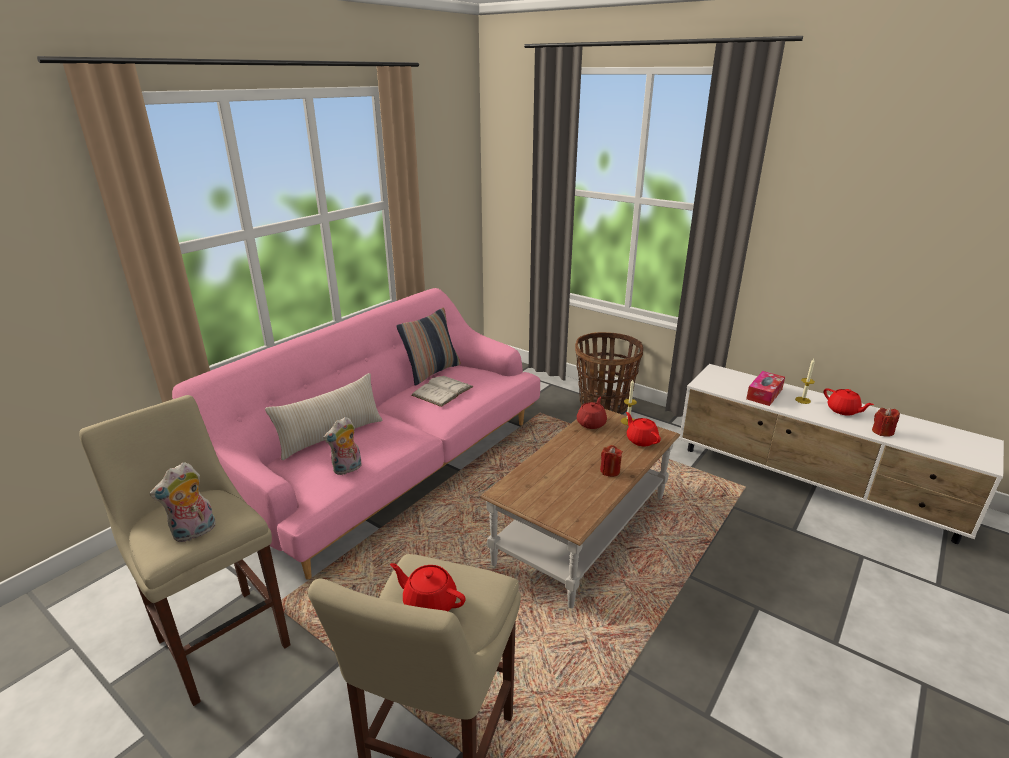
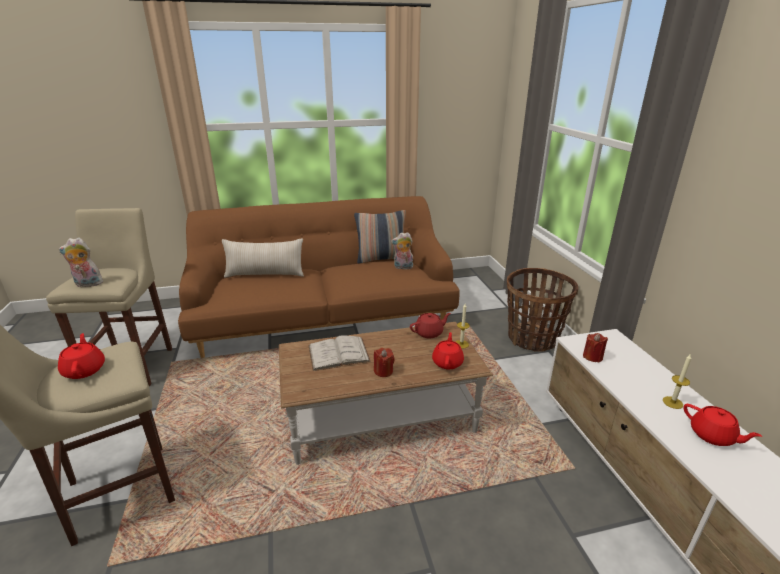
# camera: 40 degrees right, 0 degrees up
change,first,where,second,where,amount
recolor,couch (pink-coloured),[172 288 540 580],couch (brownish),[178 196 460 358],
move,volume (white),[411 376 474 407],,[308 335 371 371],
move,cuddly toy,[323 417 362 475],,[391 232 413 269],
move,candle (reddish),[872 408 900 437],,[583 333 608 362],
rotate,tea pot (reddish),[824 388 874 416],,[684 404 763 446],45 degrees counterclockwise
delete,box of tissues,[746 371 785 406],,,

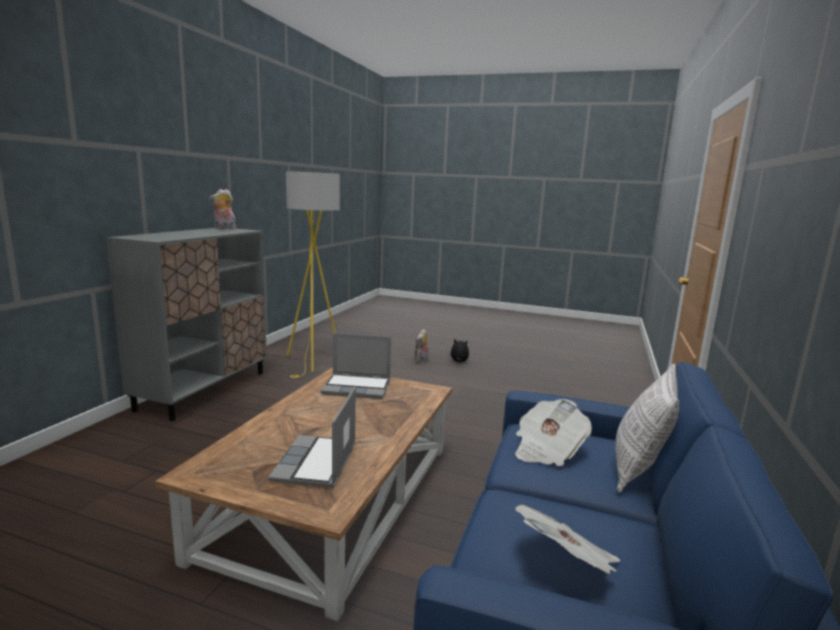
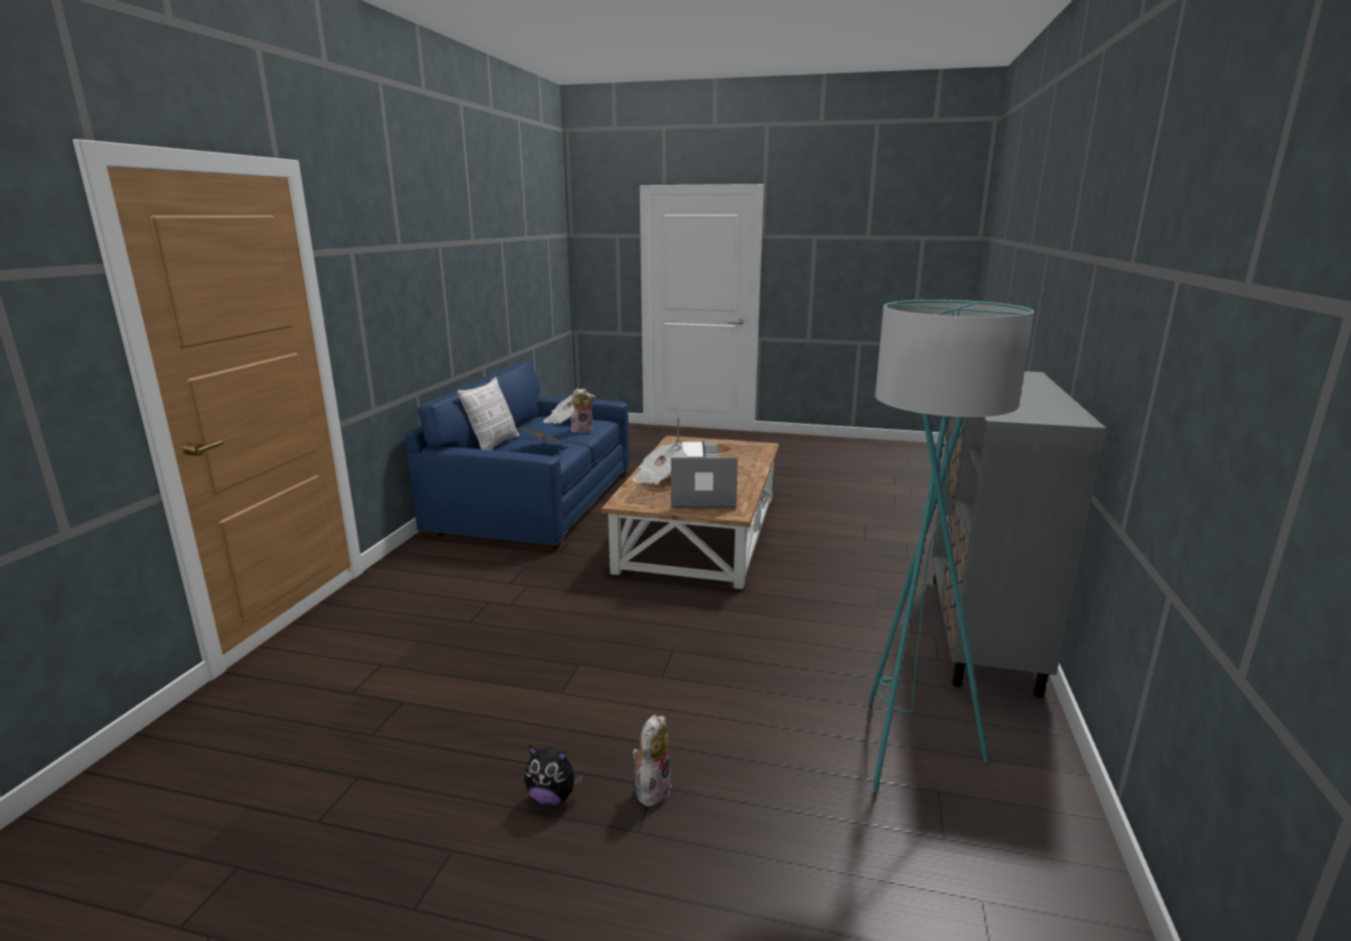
# camera: 175 degrees right, 5 degrees up
change,first,where,second,where,amount
move,cuddly toy,[209 189 236 230],,[571 388 596 433],
insert,,,newspaper,[632 443 687 484],
recolor,standing lamp (yellowish),[286 171 340 378],standing lamp (turquoise-coloured),[868 300 1034 791],

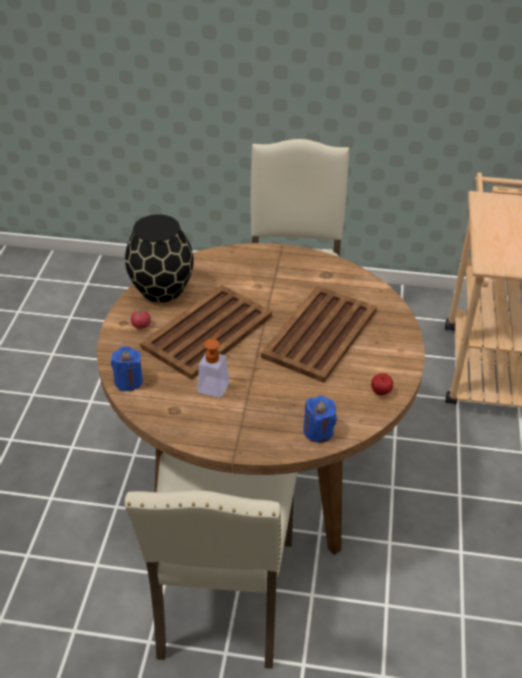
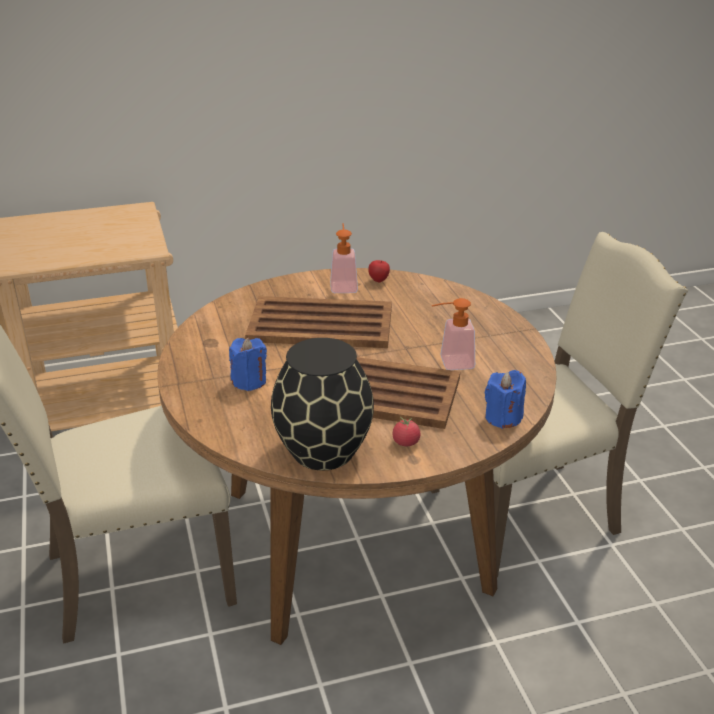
# camera: 115 degrees left, 10 degrees down
change,first,where,second,where,amount
move,candle (blue),[303 395 337 443],,[229 338 267 391],
insert,,,soap bottle,[330 223 358 293],

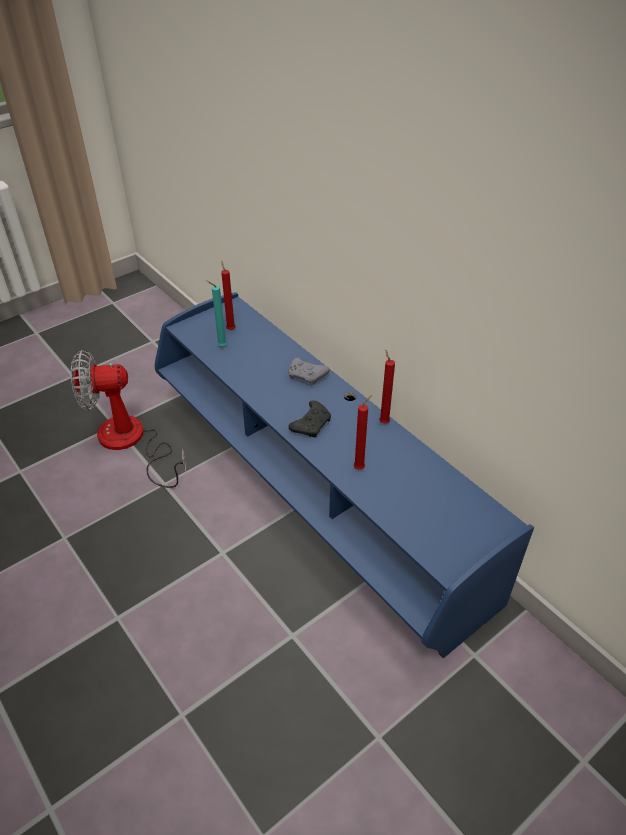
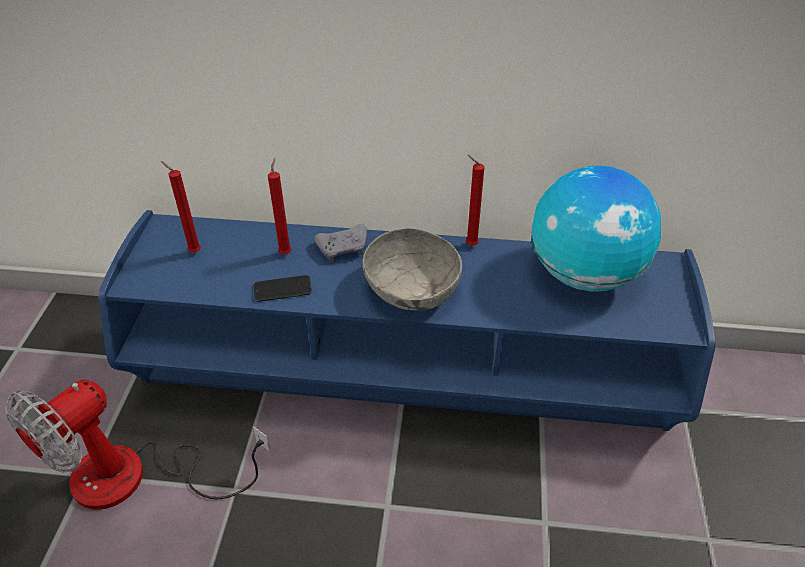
# camera: 45 degrees left, 0 degrees up
change,first,where,second,where,amount
insert,,,telephone,[254 275 312 302],
move,candle (reddish),[354 395 372 470],,[268 158 292 254],
replace,joypad (black),[288 400 331 437],bowl (gray),[362 228 462 311],
insert,,,world globe,[531 166 661 292],
delete,candle (turquoise-coloured),[206 280 227 347],,,

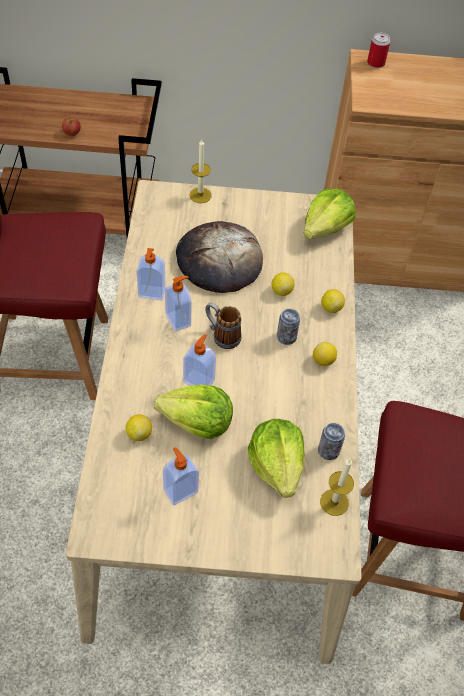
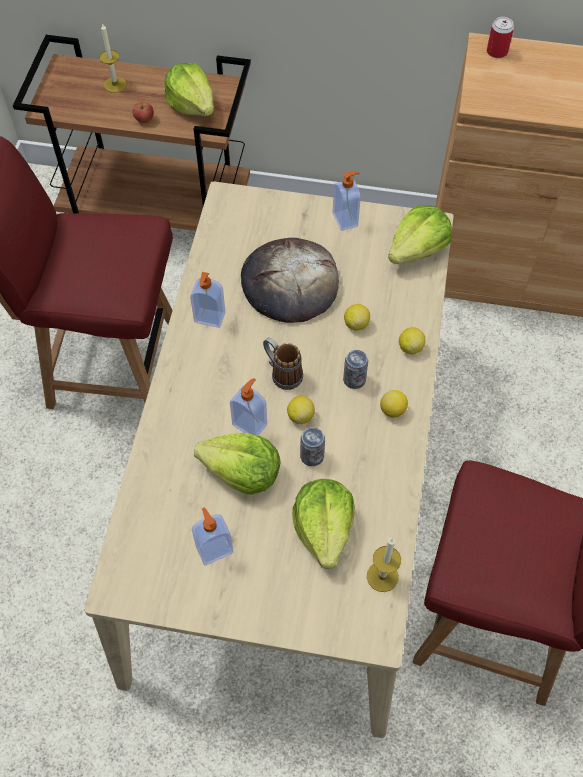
# camera: 10 degrees right, 5 degrees up
change,first,where,second,where,amount
move,candle,[190 139 211 203],,[100 23 127 93],
insert,,,lettuce head,[165 63 214 116],
move,lemon,[125 414 152 441],,[287 396 315 424],
move,metal can,[318 423 345 460],,[300 427 325 466],
move,soap bottle,[165 276 192 332],,[332 171 361 231],

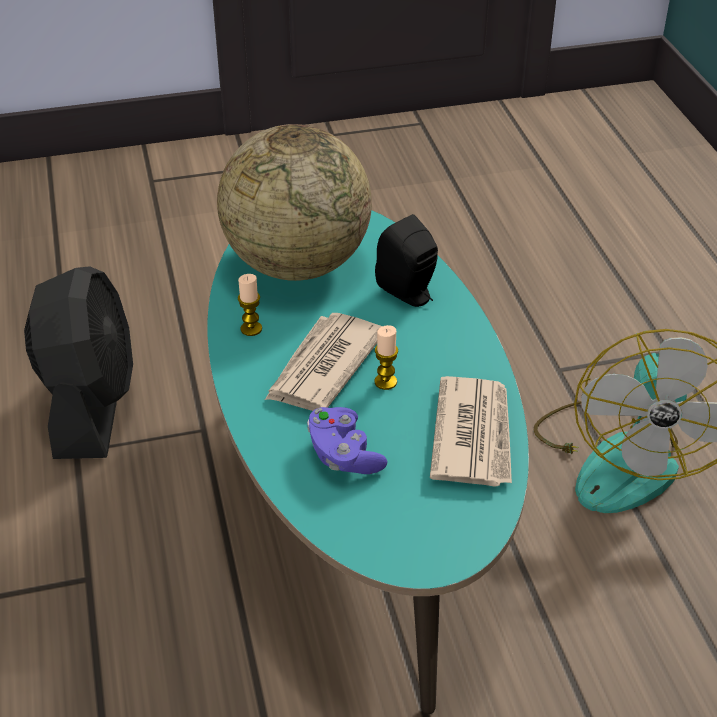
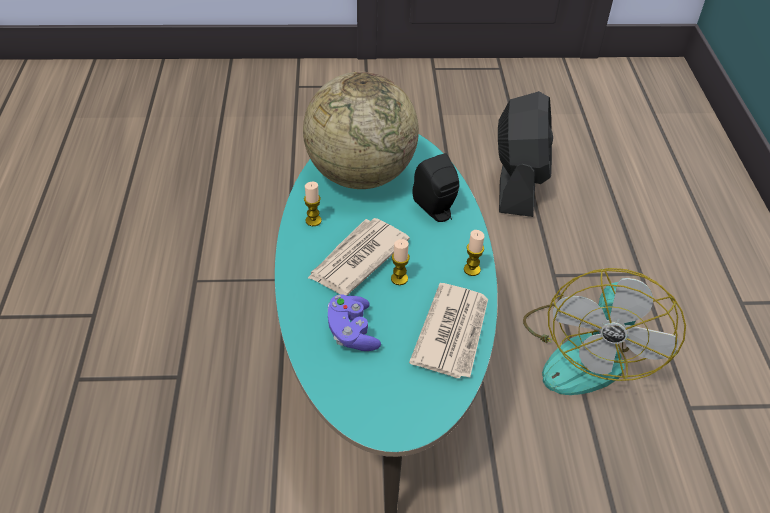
# camera: 10 degrees right, 5 degrees up
change,first,where,second,where,amount
insert,,,candle,[464 230 484 276],
move,fan (black),[24 266 133 459],,[498 91 553 217],

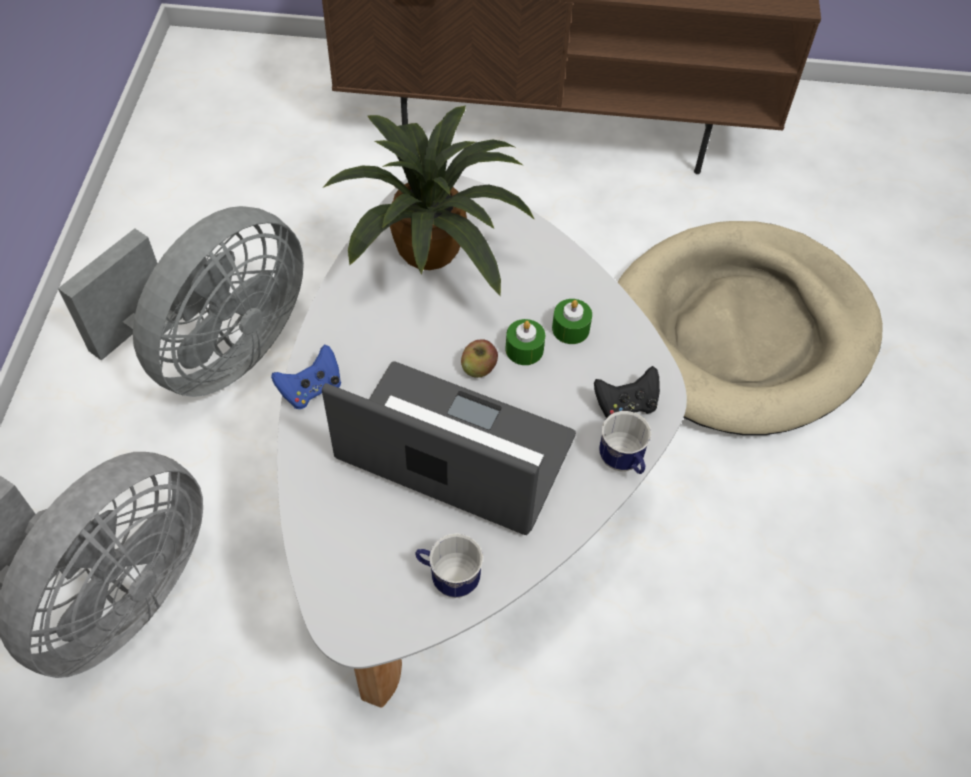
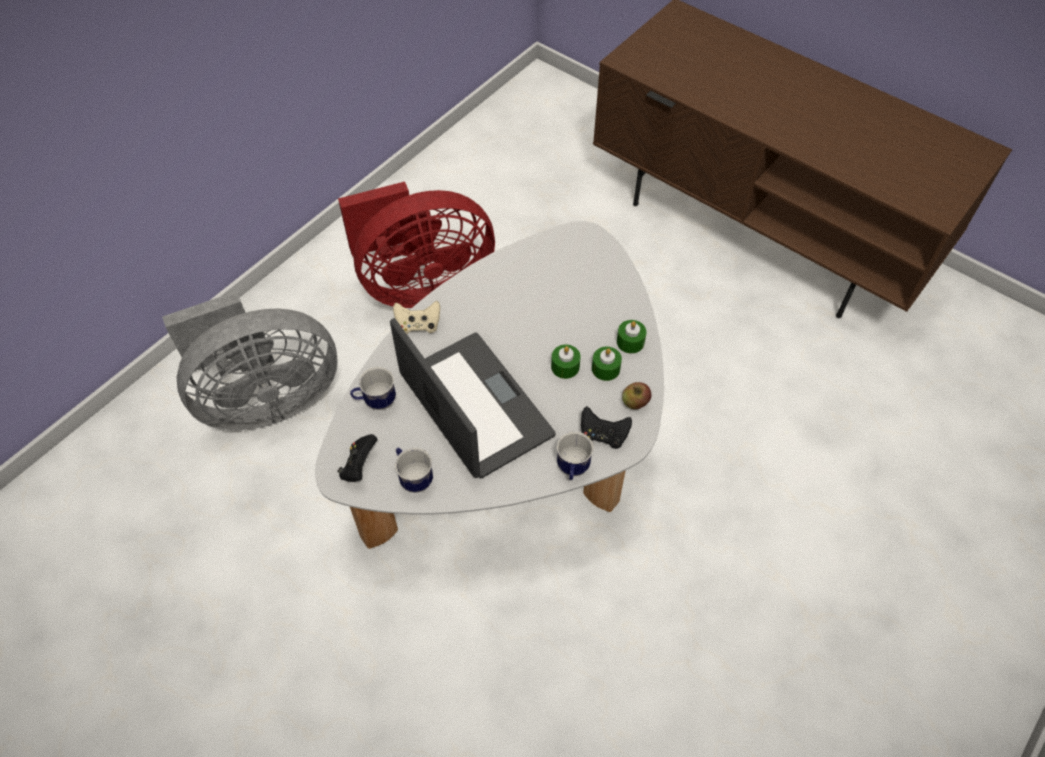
# camera: 35 degrees right, 0 degrees up
change,first,where,second,where,amount
recolor,fan (gray),[58 206 304 397],fan (reddish),[338 182 495 308],
insert,,,joypad (black),[338 434 378 482],
insert,,,coffee mug,[350 367 396 410],
recolor,joypad (blue),[271 345 341 409],joypad (beige-coloured),[393 301 440 334],
insert,,,candle (green-coloured),[617 320 647 354],
move,apple fruit,[461 339 498 378],,[622 382 651 409],
delete,houseplant,[323 106 535 296],,,
delete,pet bed (beige-coloured),[618 221 883 435],,,

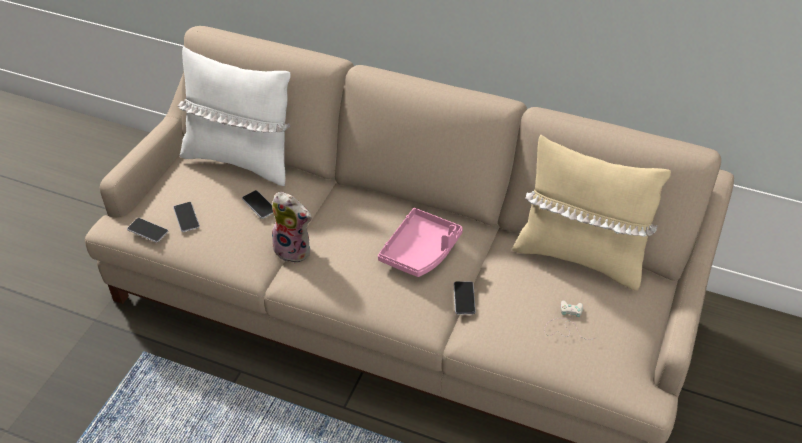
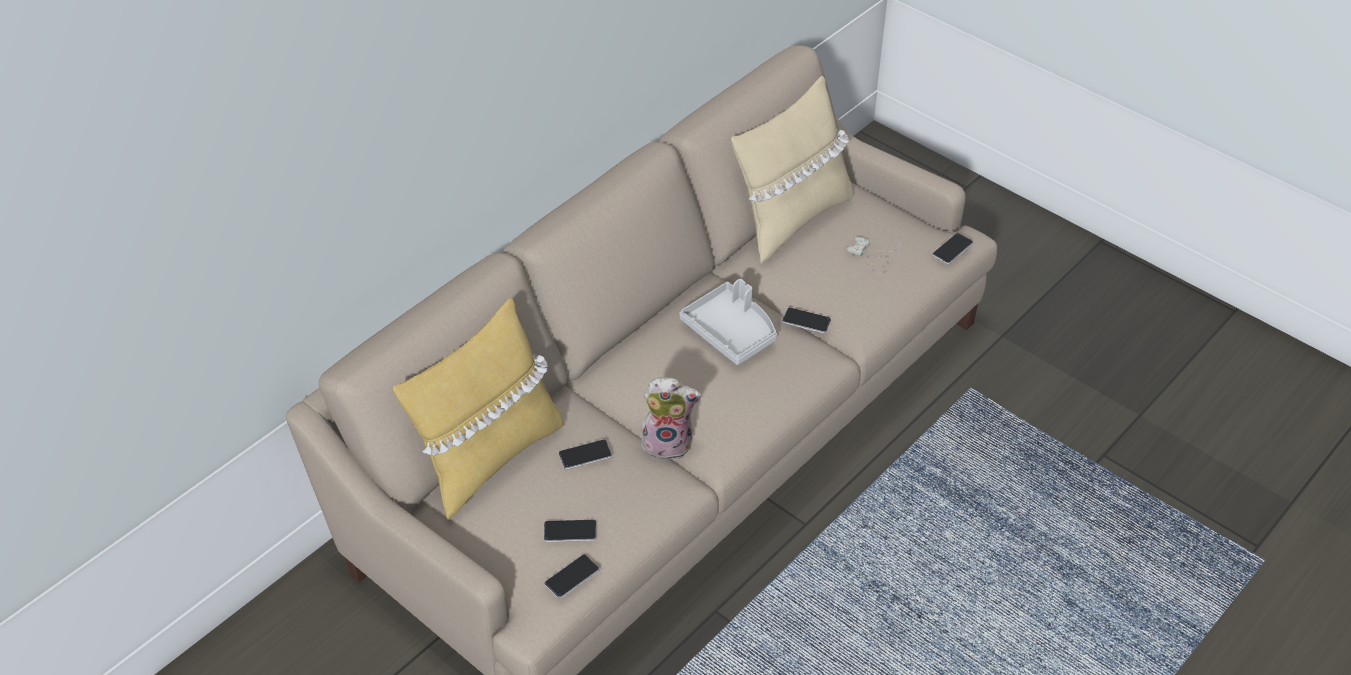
# camera: 70 degrees left, 0 degrees up
change,first,where,second,where,amount
recolor,pillow (white),[178 47 291 186],pillow (yellowish),[393 298 564 519],
rotate,cuddly toy,[272 192 312 264],,[641 377 702 460],45 degrees clockwise
recolor,serving tray (pink-coloured),[378 208 463 277],serving tray (gray),[679 279 777 365],
insert,,,telephone,[932 233 973 264],

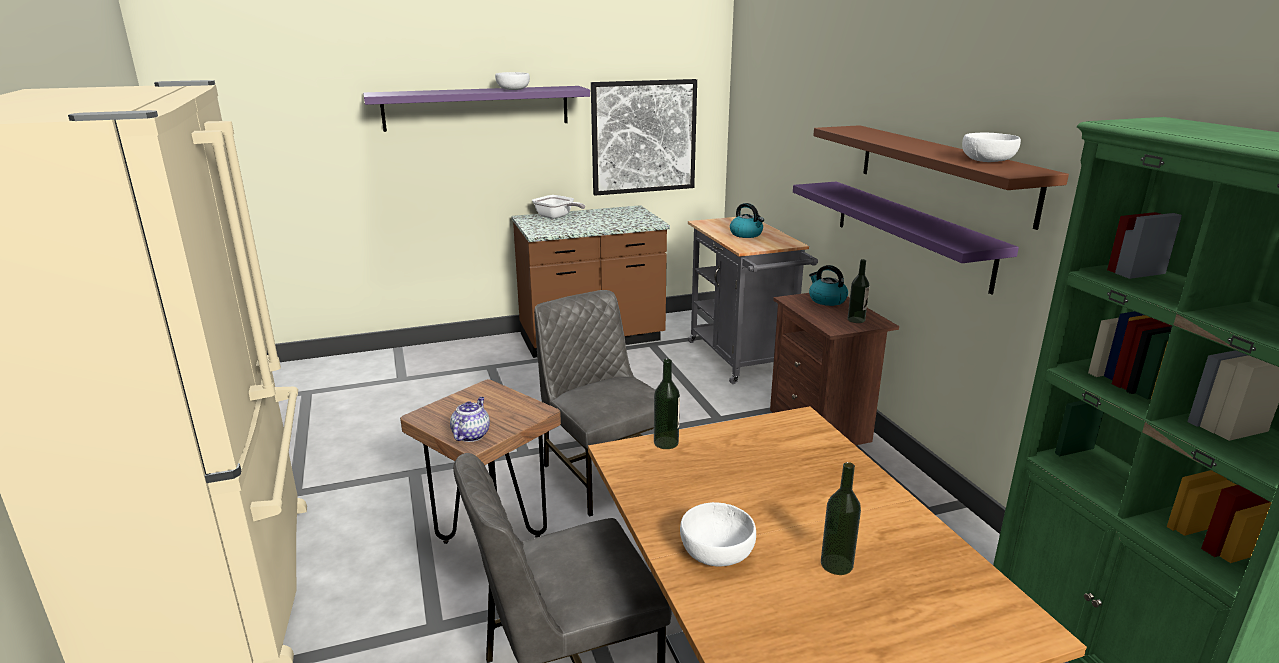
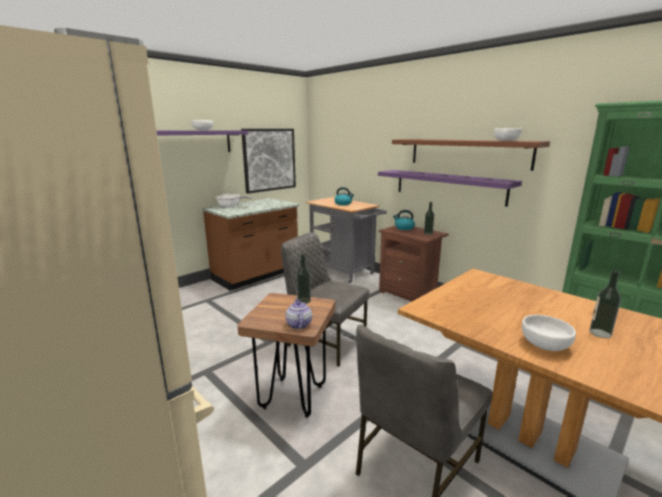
# camera: 25 degrees left, 5 degrees down
change,first,where,second,where,amount
move,bottle,[654 359 680 449],,[296 254 311 304],

